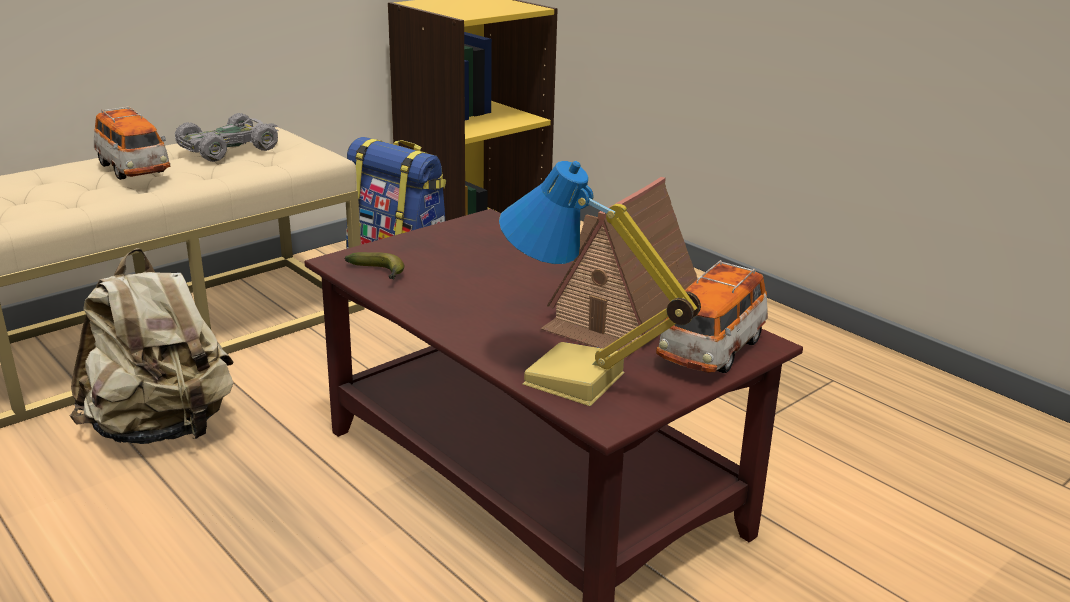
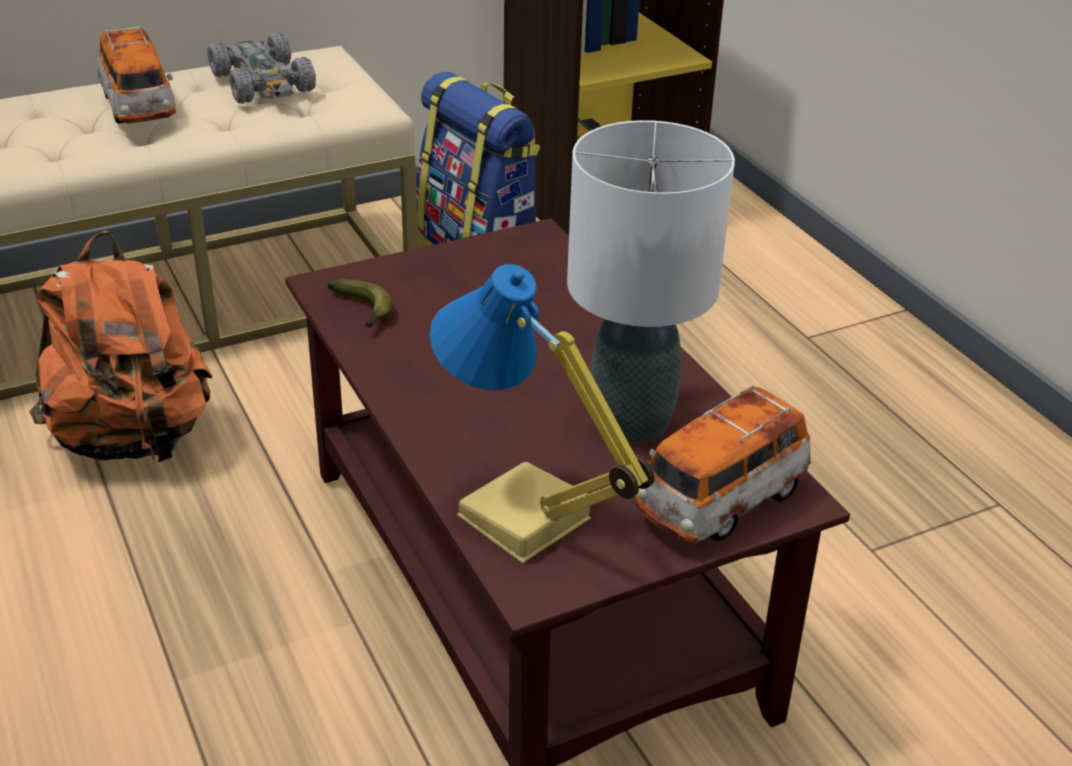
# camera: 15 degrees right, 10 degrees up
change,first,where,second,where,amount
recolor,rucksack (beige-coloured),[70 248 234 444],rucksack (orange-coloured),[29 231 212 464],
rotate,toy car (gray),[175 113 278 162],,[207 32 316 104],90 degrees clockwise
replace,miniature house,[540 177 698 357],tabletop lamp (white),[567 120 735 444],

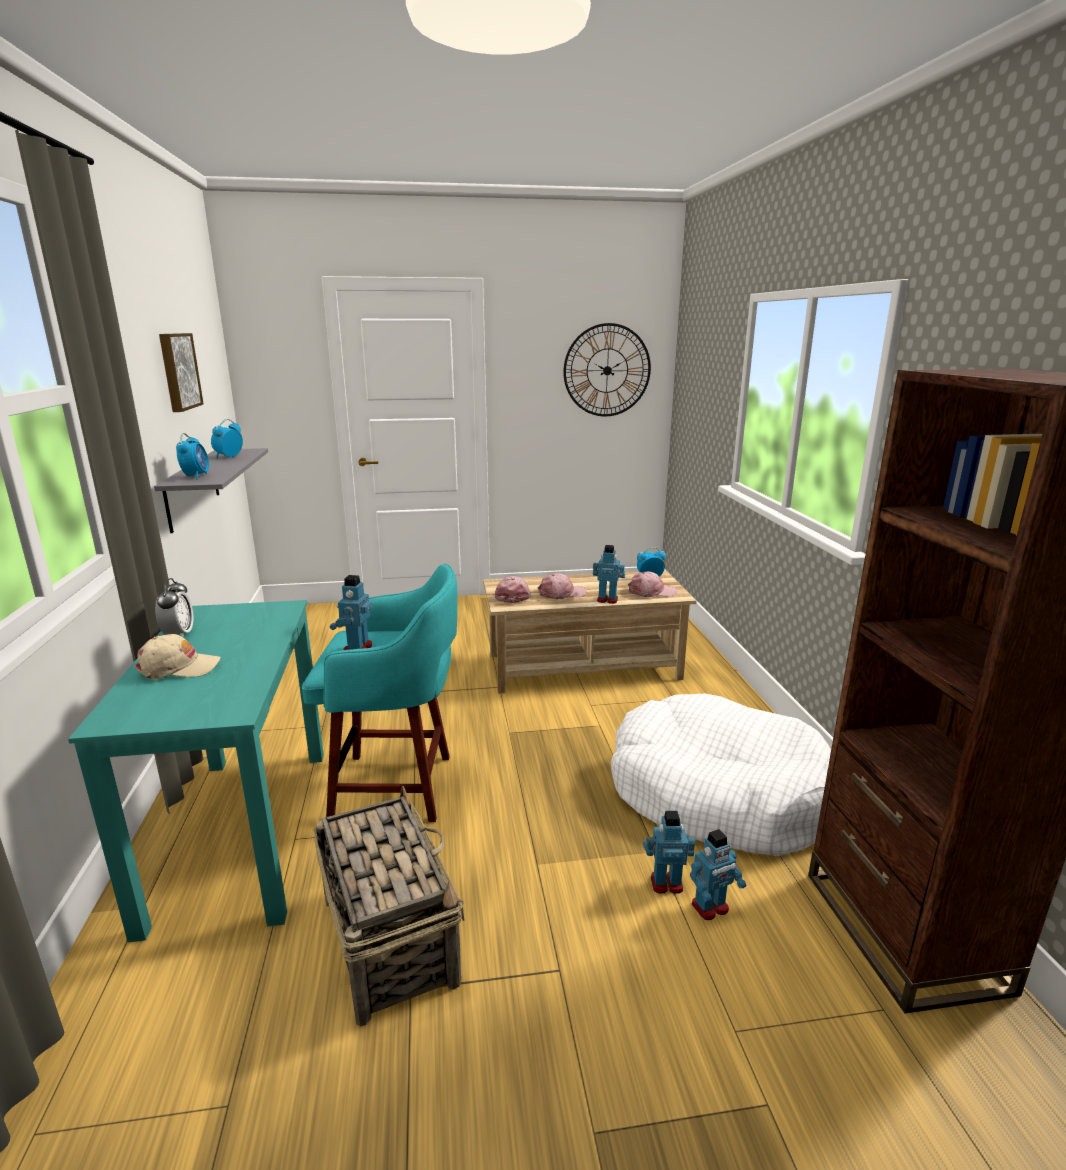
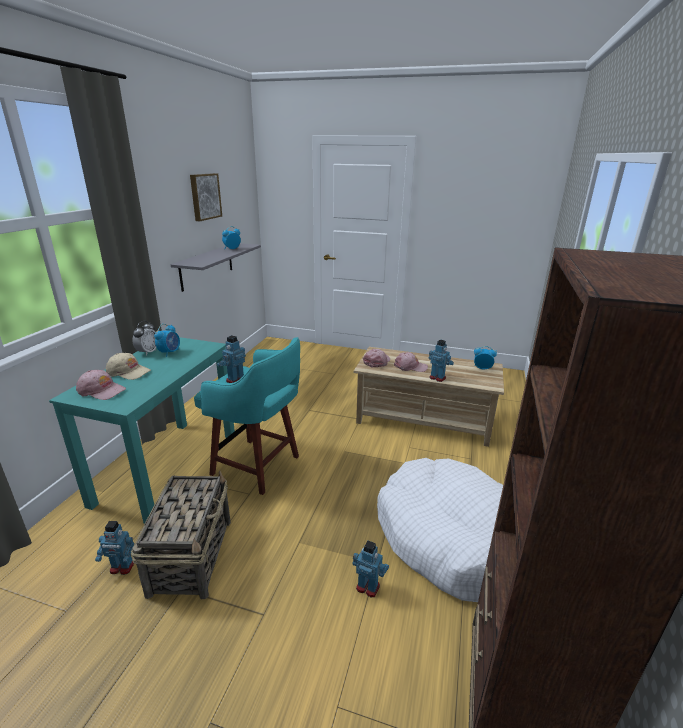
# camera: 25 degrees right, 5 degrees up
change,first,where,second,where,amount
move,cap (pink-coloured),[628 571 677 597],,[76 370 126 400],
move,robot figure,[690 829 746 920],,[95 521 134 575],
move,table clock,[176 433 209 479],,[154 324 180 357],
delete,clock on the wall,[563 323 651 416],,,

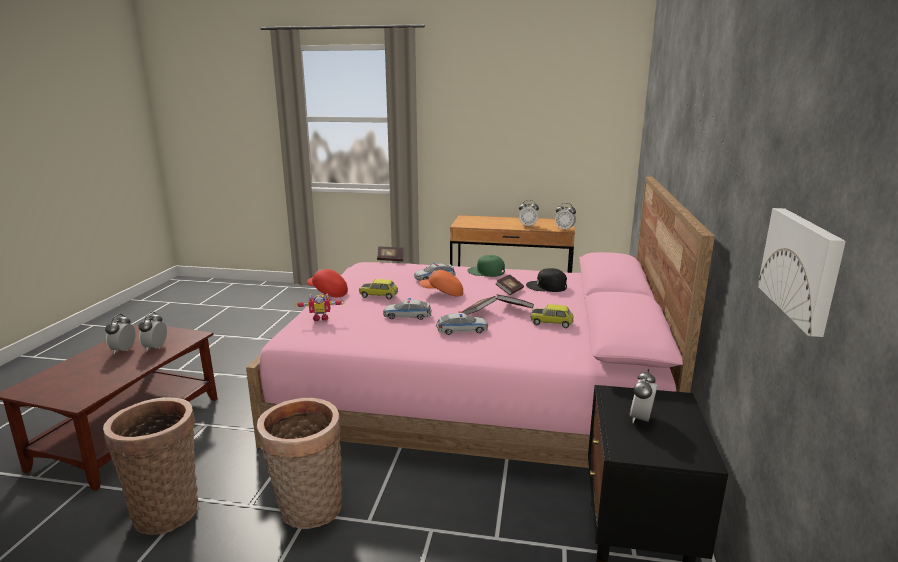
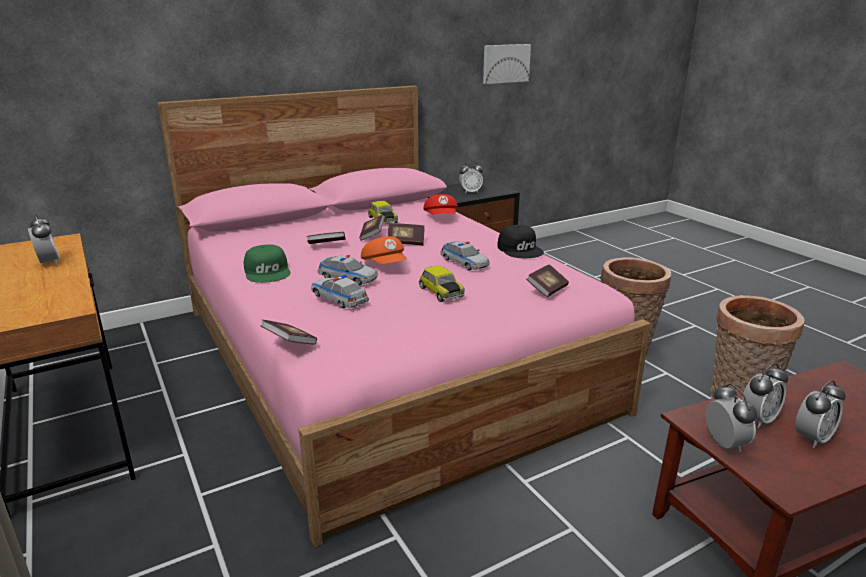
# camera: 130 degrees left, 5 degrees up
change,first,where,second,where,amount
move,toy car,[436 311 488 335],,[311 275 369 308],
move,cap (reddish),[307 269 348 297],,[423 194 458 214],
move,cap (black),[526 268 567 292],,[497 225 544 258],
replace,robot figure,[294 294 344 321],volume,[526 265 569 297],
move,table clock,[555 203 576 231],,[705 384 757 452],

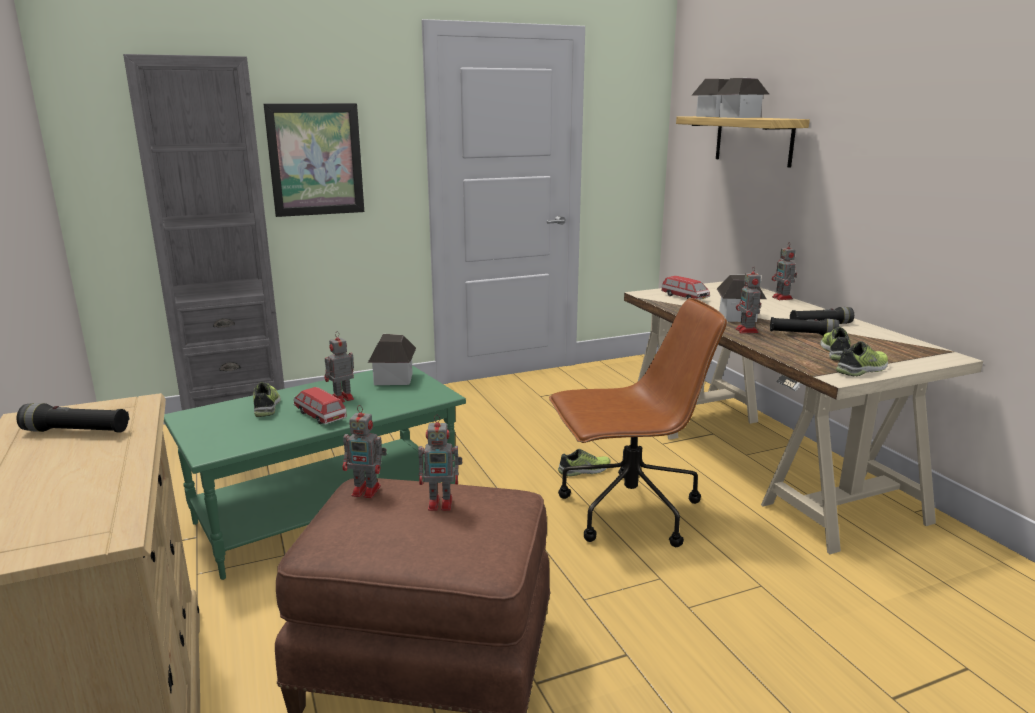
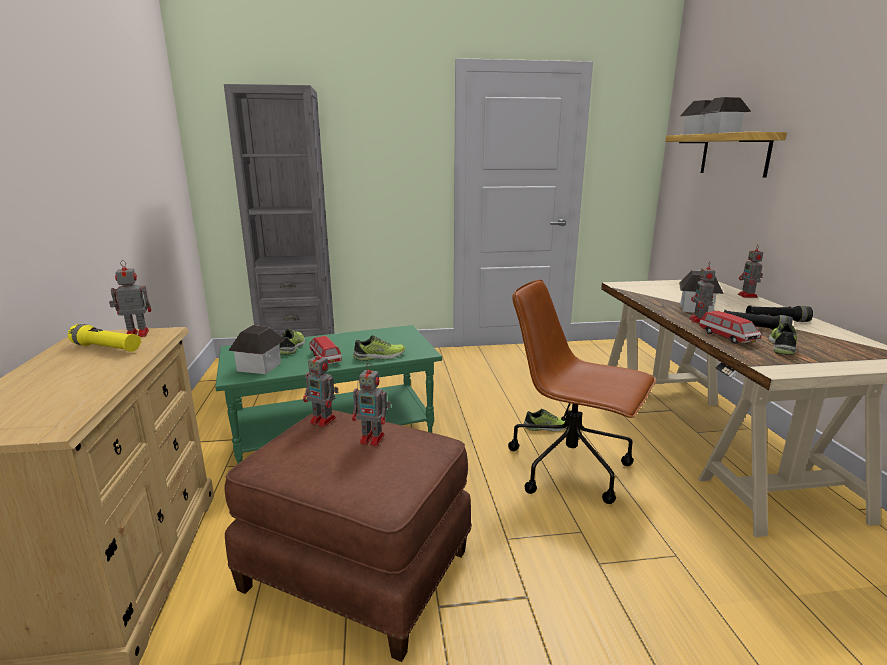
# camera: 15 degrees right, 0 degrees up
change,first,where,second,where,amount
recolor,flashlight (black),[16 403 130 432],flashlight (yellowish),[68 324 142 352],
move,robot figure,[325 331 354 403],,[109 260 151 337],
move,miniature house,[368 334 416 385],,[228 325 285 374],
move,shoe,[836 341 888 376],,[353 335 405 361],
rotate,desk chair (brownish),[549 298 727 547],,[508 280 656 504],150 degrees counterclockwise
move,toy car,[661 276 710 299],,[699 311 762 344],
delete,picture,[264 103 364 217],,,

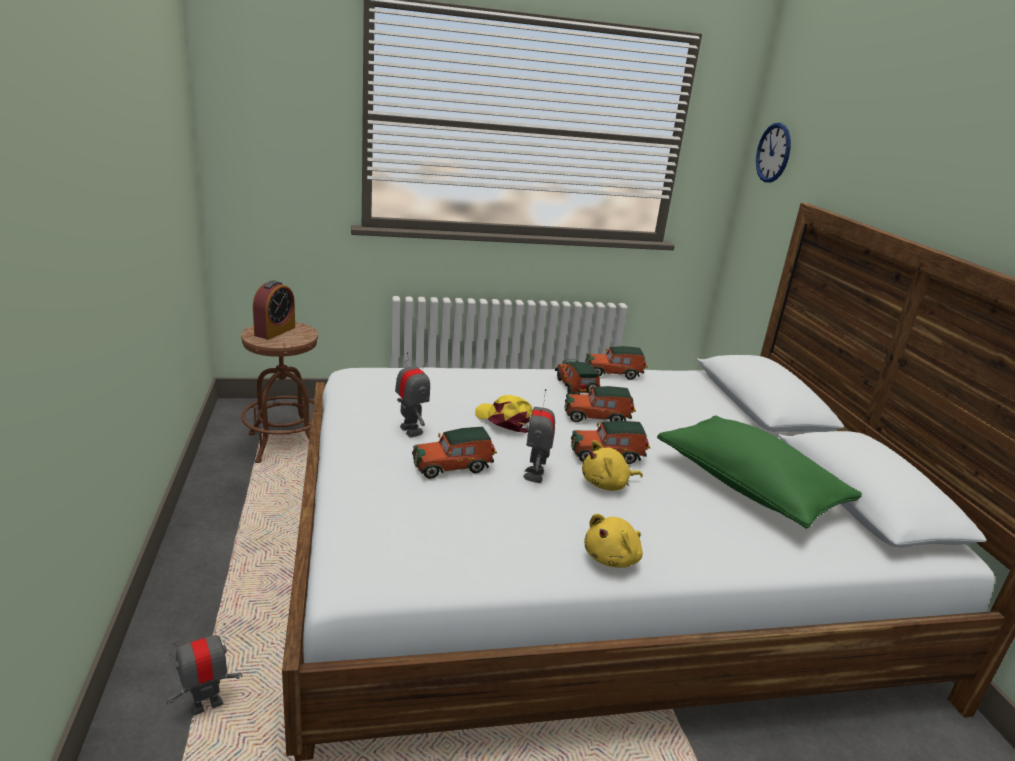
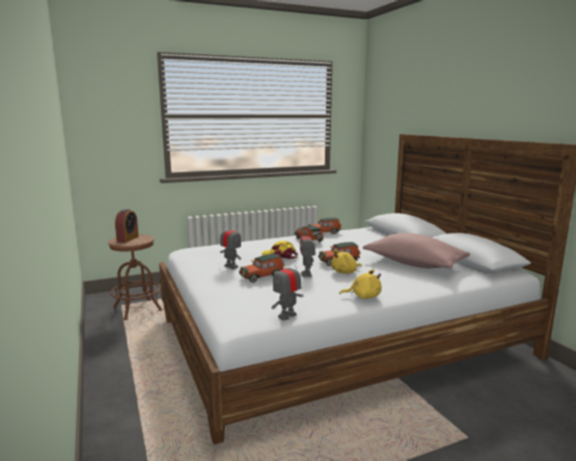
# camera: 10 degrees left, 10 degrees down
change,first,where,second,where,amount
move,robot figure,[166 623 242 717],,[272 257 303 321],
rotate,cuddly toy (yellowish),[584 514 643 568],,[339 269 382 299],120 degrees counterclockwise
recolor,pillow (green-coloured),[657 415 862 529],pillow (pink-coloured),[363 233 470 269],
delete,toy car,[564 386 636 422],,,
delete,clock on the wall,[756 123 791 183],,,

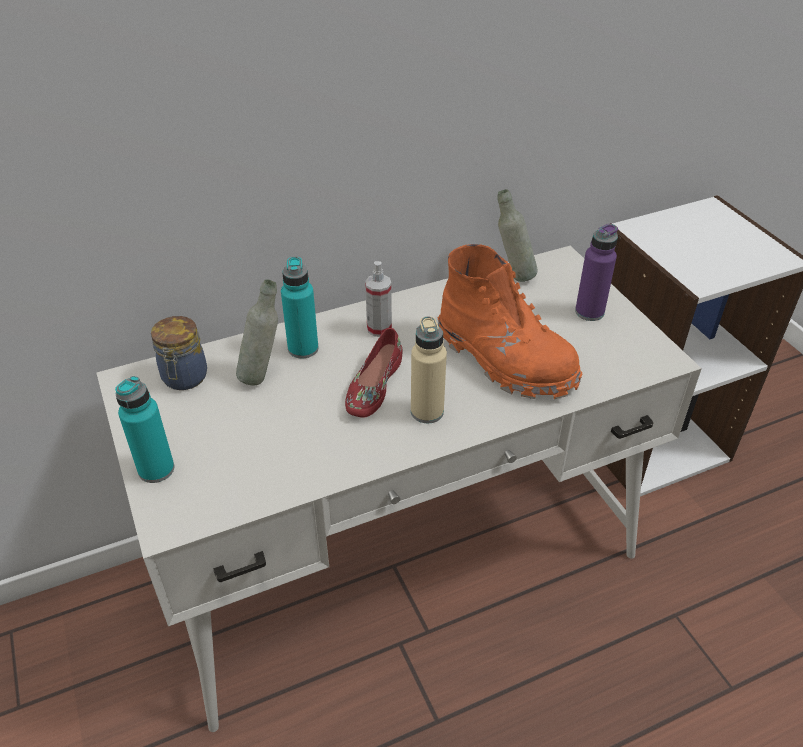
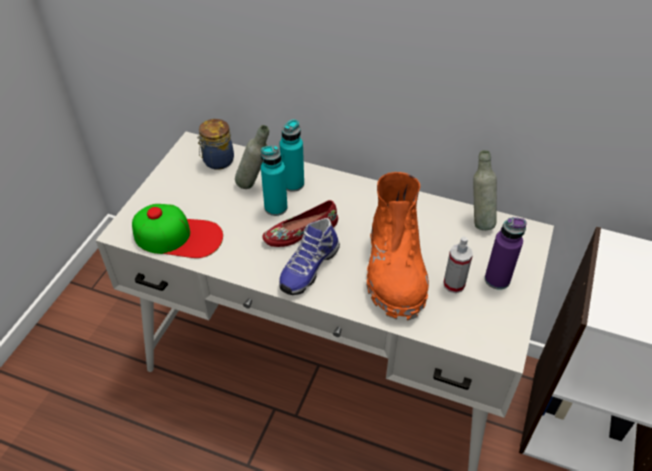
# camera: 45 degrees right, 5 degrees up
change,first,where,second,where,amount
insert,,,cap,[132 204 223 258],
move,bottle (turquoise-coloured),[115 376 174 483],,[261 146 288 216],
replace,bottle (beige-coloured),[411 316 447 423],shoe,[279 218 340 295],
move,sprayer,[365 261 392 337],,[443 236 473 293],

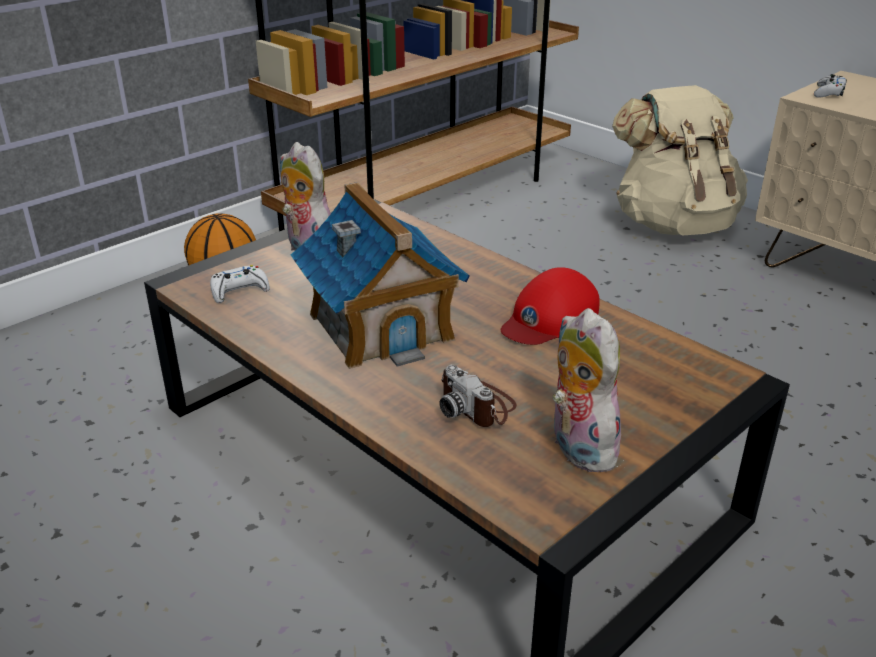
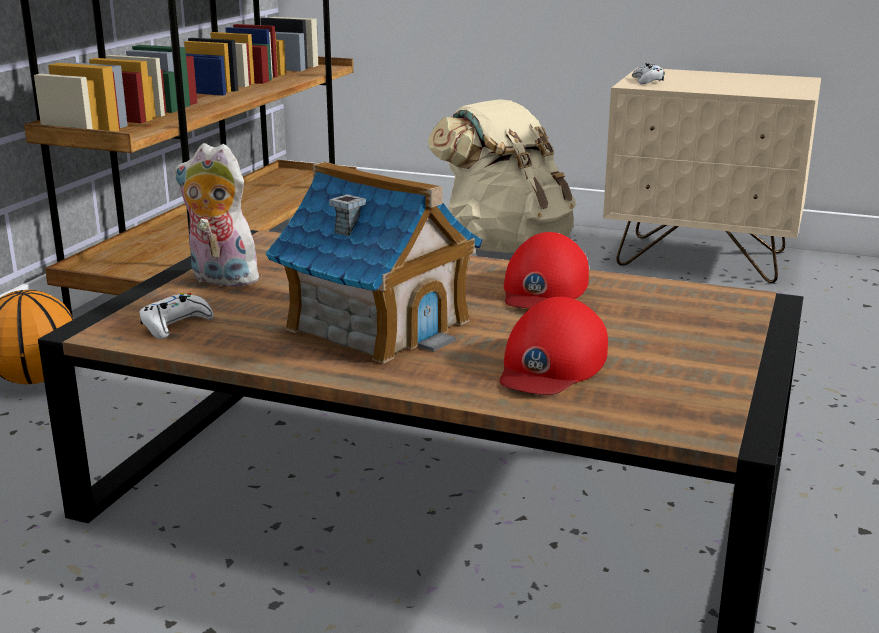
# camera: 25 degrees left, 10 degrees down
change,first,where,second,where,amount
replace,still camera,[439 365 517 427],cap (reddish),[500 297 608 395],
delete,cuddly toy,[552 308 625 472],,,

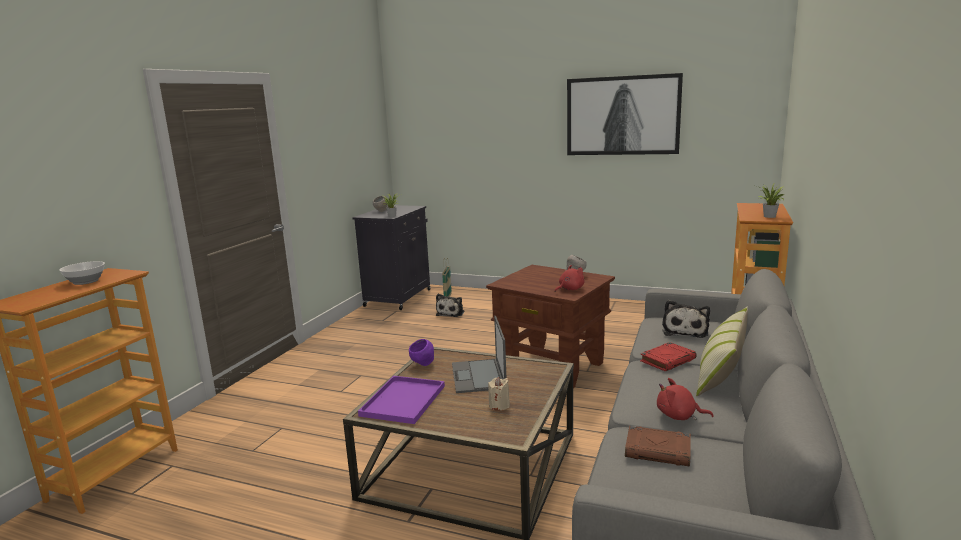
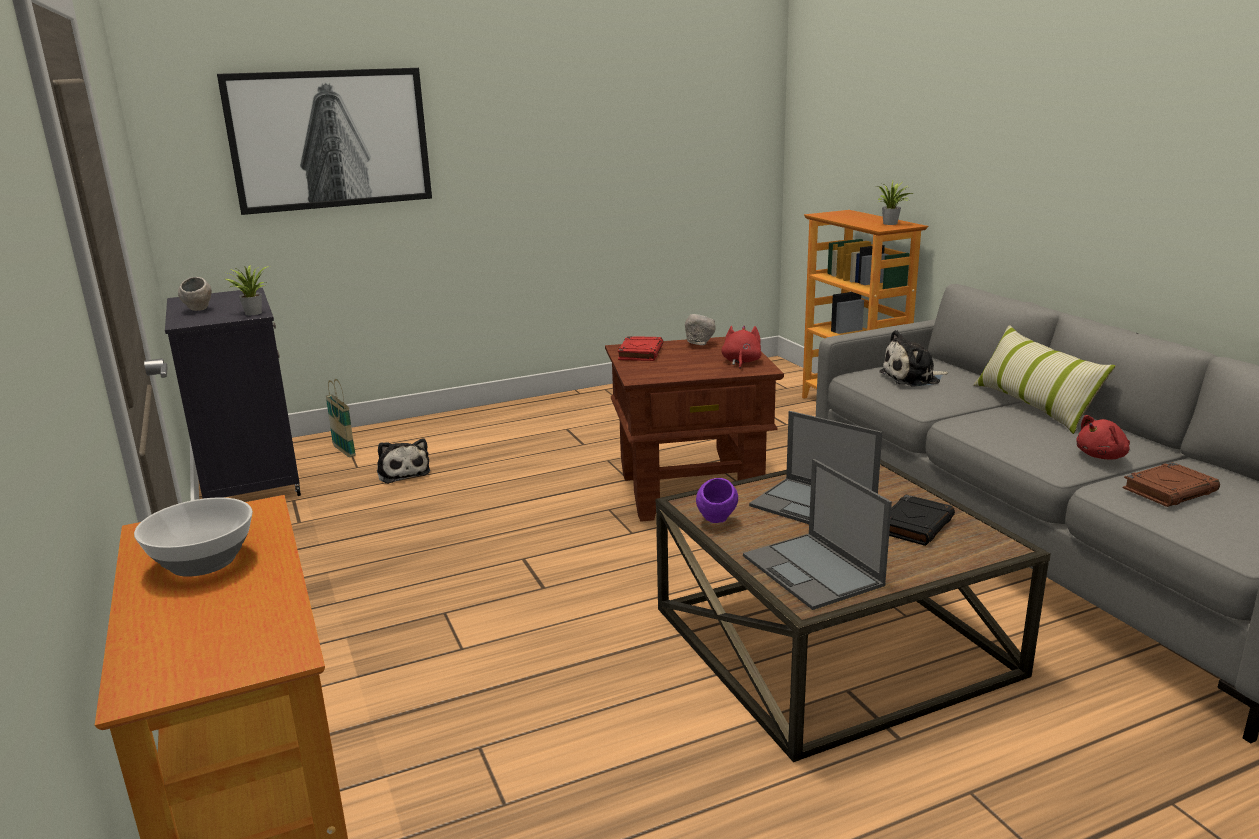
# camera: 45 degrees left, 5 degrees up
change,first,where,second,where,amount
move,picture,[567 73 683 155],,[217 68 432 215],
move,volume (reddish),[640 342 697 372],,[618 336 663 361],
replace,serving tray (purplish),[358 376 445 424],laptop,[743 459 892 610],
rotate,cuddly toy,[662 300 710 338],,[879 330 948 386],105 degrees clockwise
replace,candle (beige-coloured),[488 377 510 410],volume (black),[889 495 955 546],

